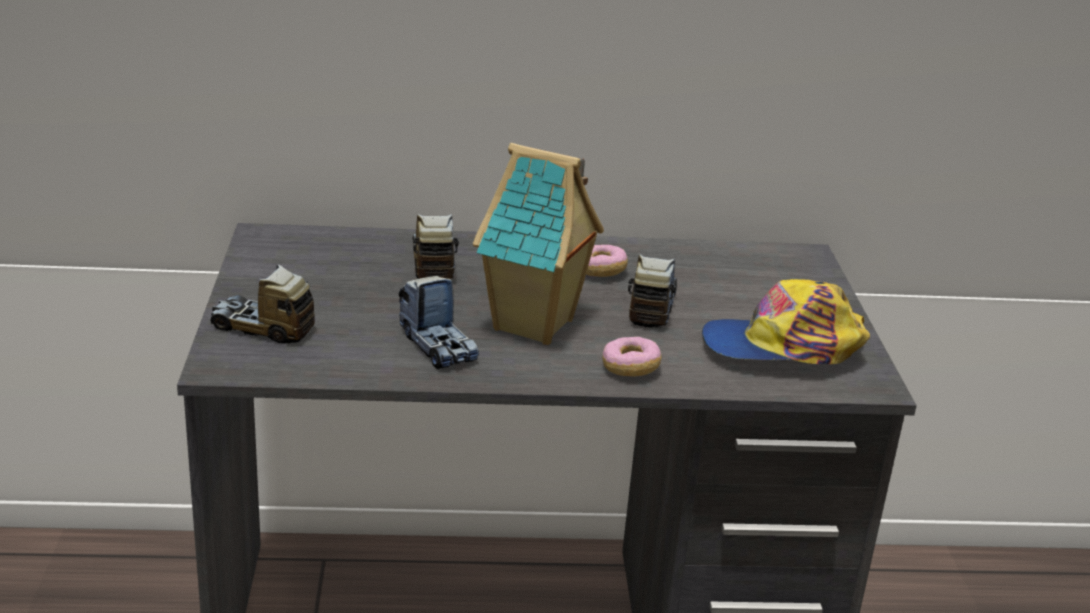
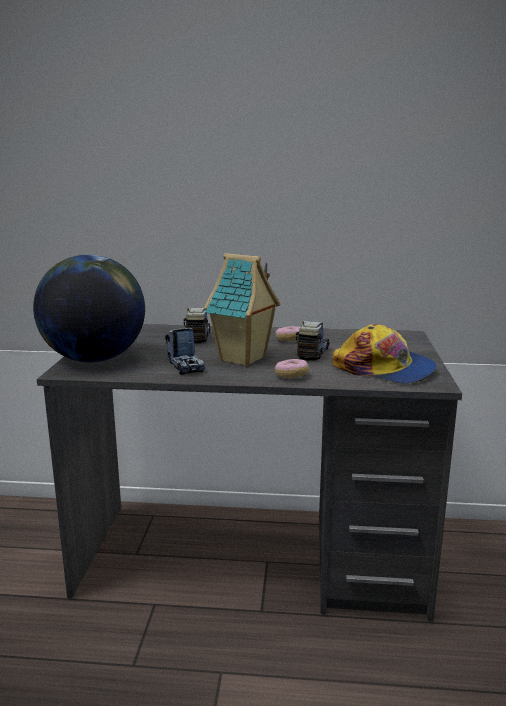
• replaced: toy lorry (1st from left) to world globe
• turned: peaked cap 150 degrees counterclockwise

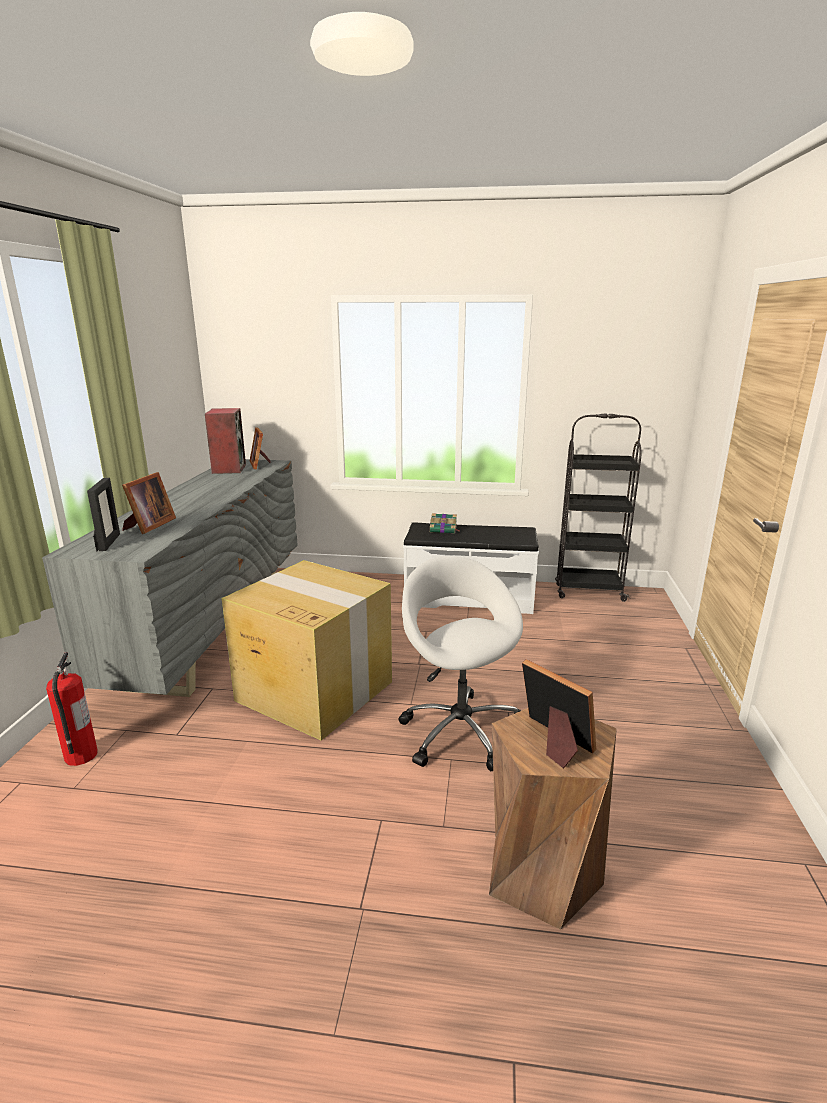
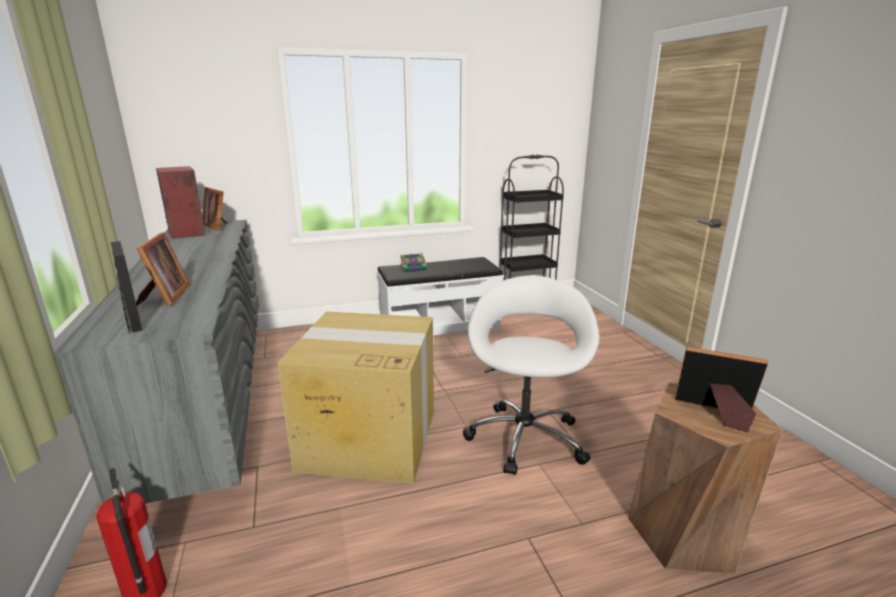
• turned: desk chair/white-coloured 75 degrees clockwise

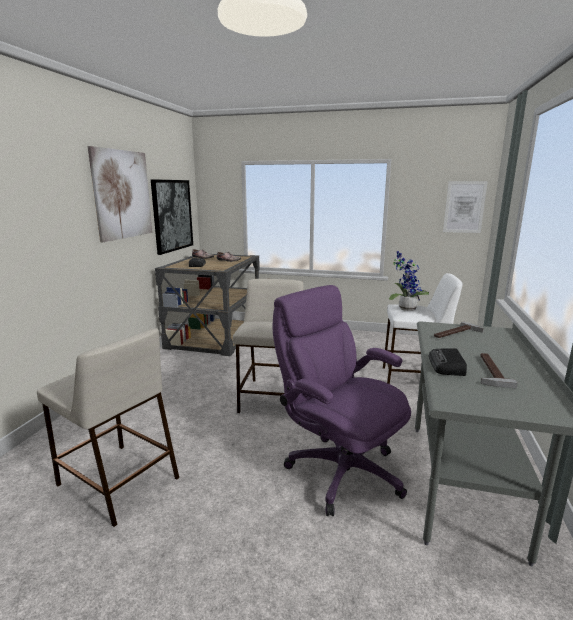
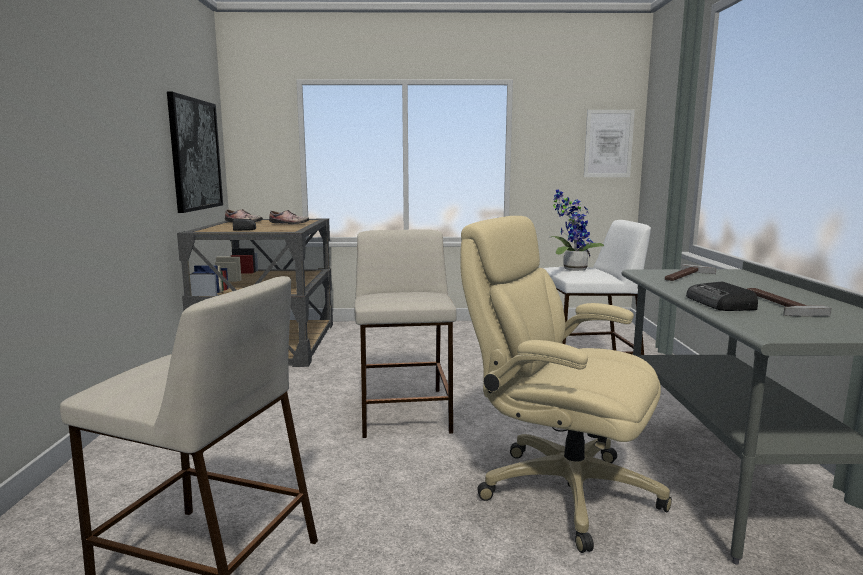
• recoloured: desk chair/purple-coloured to desk chair/beige-coloured
• removed: picture (1st from left)

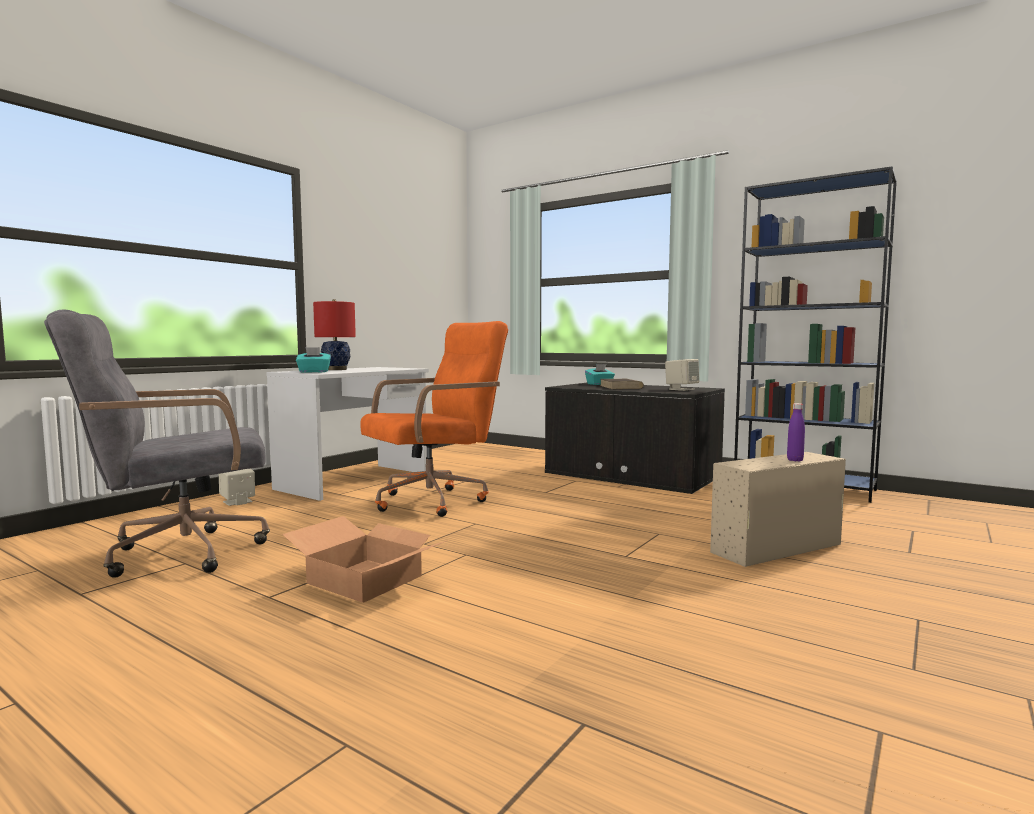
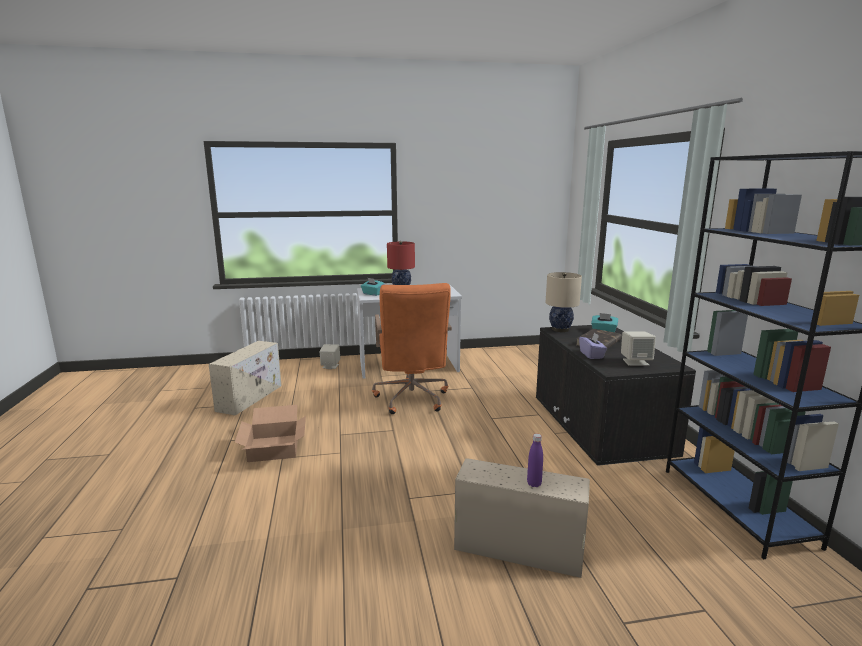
• replaced: desk chair/grey to storage bin/beige-coloured (1st from left)
• turned: desk chair/orangey 75 degrees clockwise
• added: lamp for a table/beige-coloured
• added: tissue box/purple-coloured

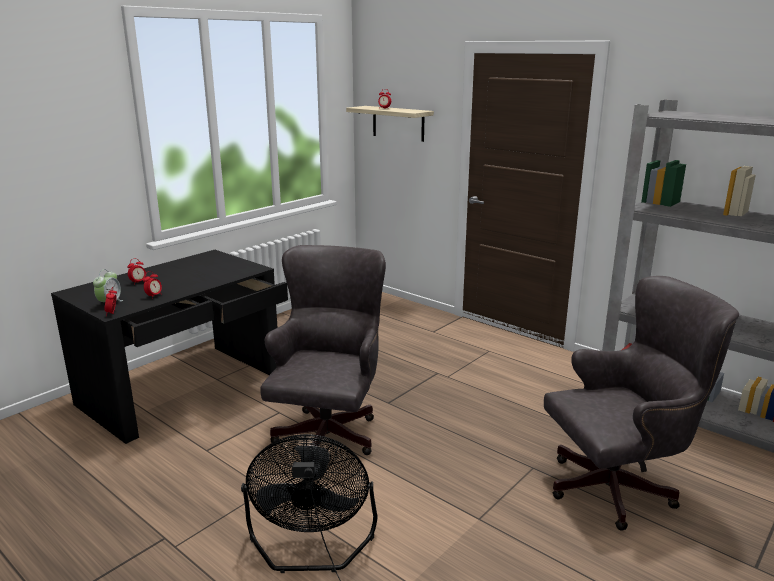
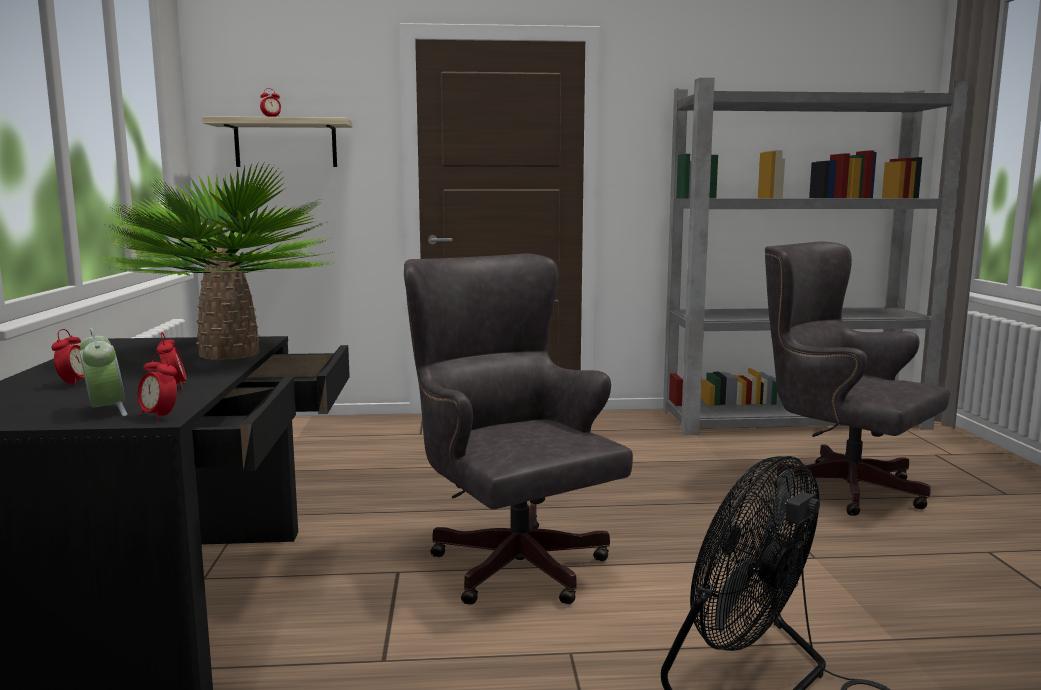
• added: plant in a pot
• turned: desk chair/grey (2nd from left) 75 degrees counterclockwise

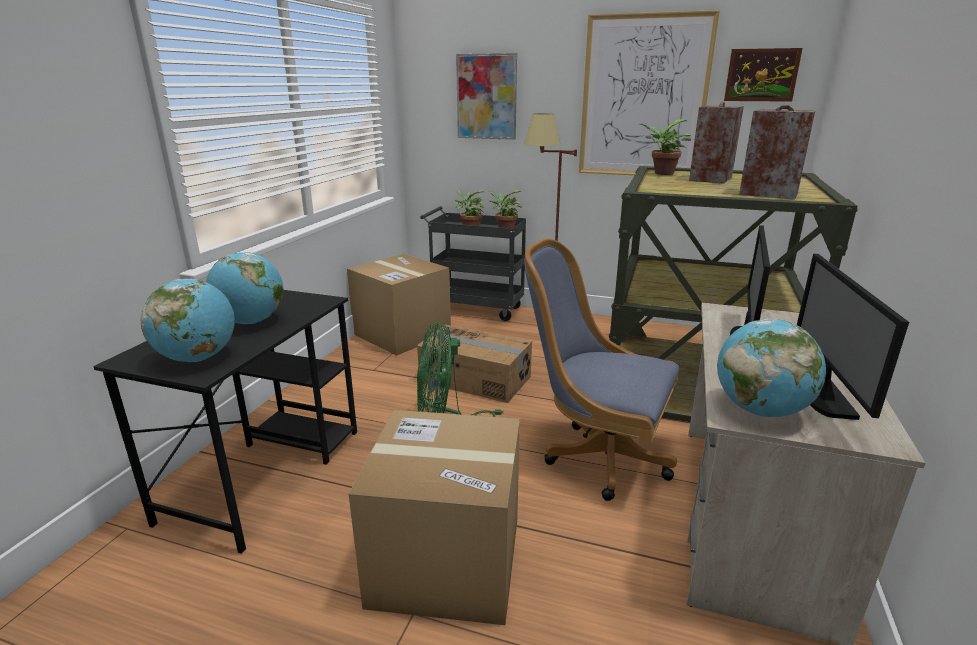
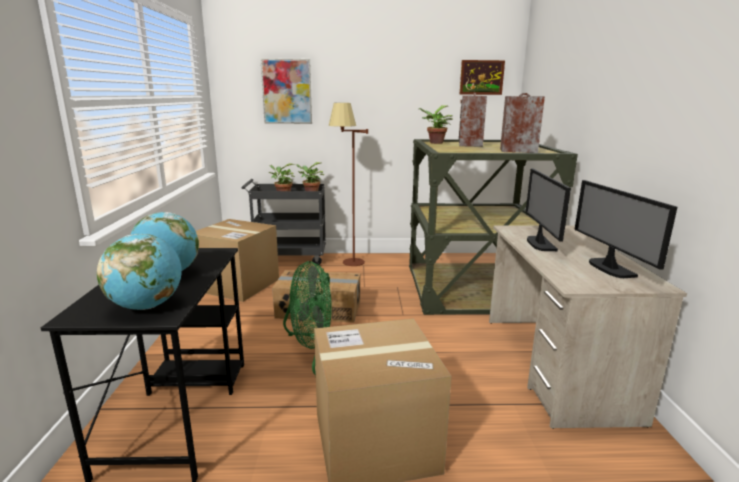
• removed: desk chair/blue
• removed: picture (2nd from left)
• removed: world globe (3rd from left)

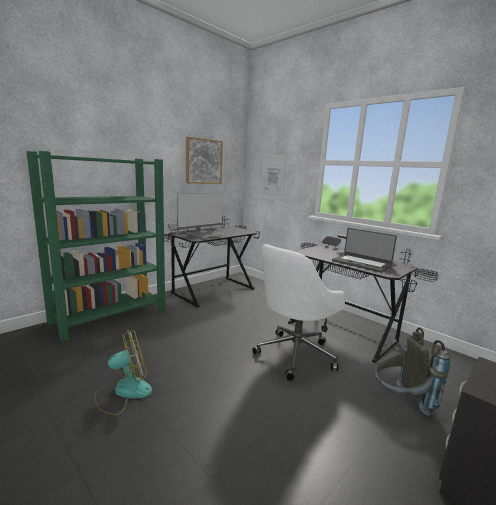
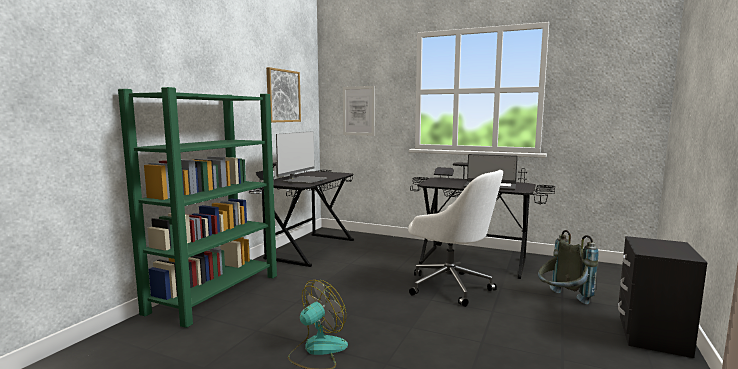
• turned: desk chair/white-coloured 75 degrees counterclockwise

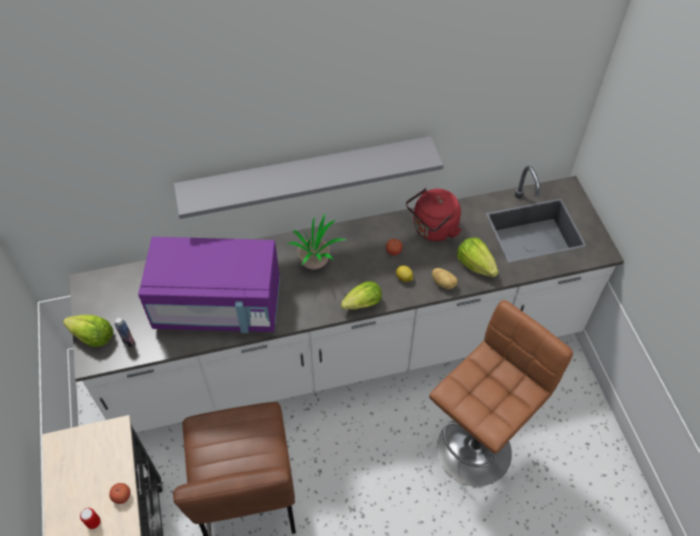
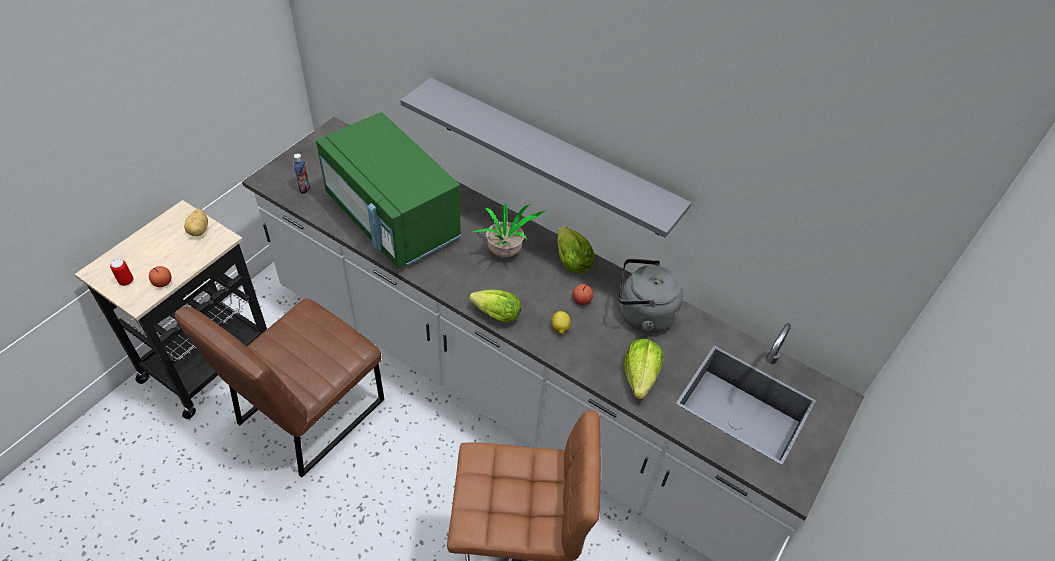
• moved: whole potato
• recoloured: kitchen microwave/purple-coloured to kitchen microwave/greenish
• moved: lettuce (1st from left in the first image) to lettuce (2nd from left)
• recoloured: tea kettle/red-coloured to tea kettle/grey

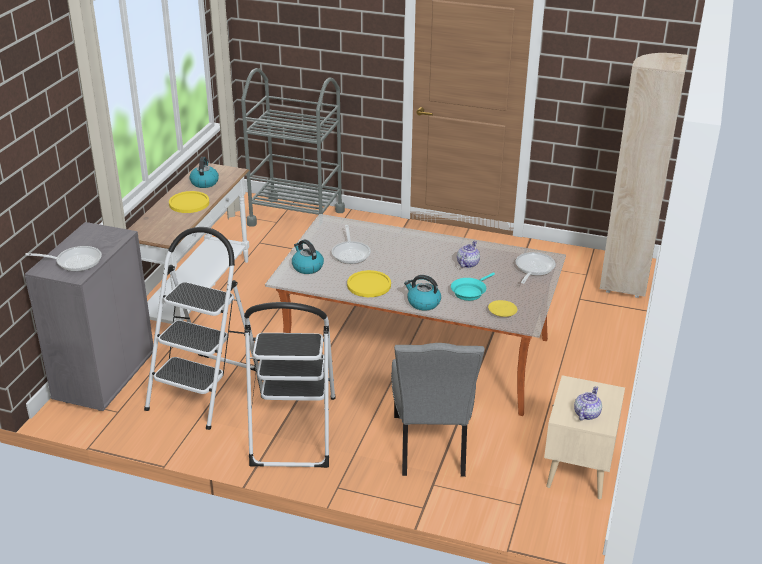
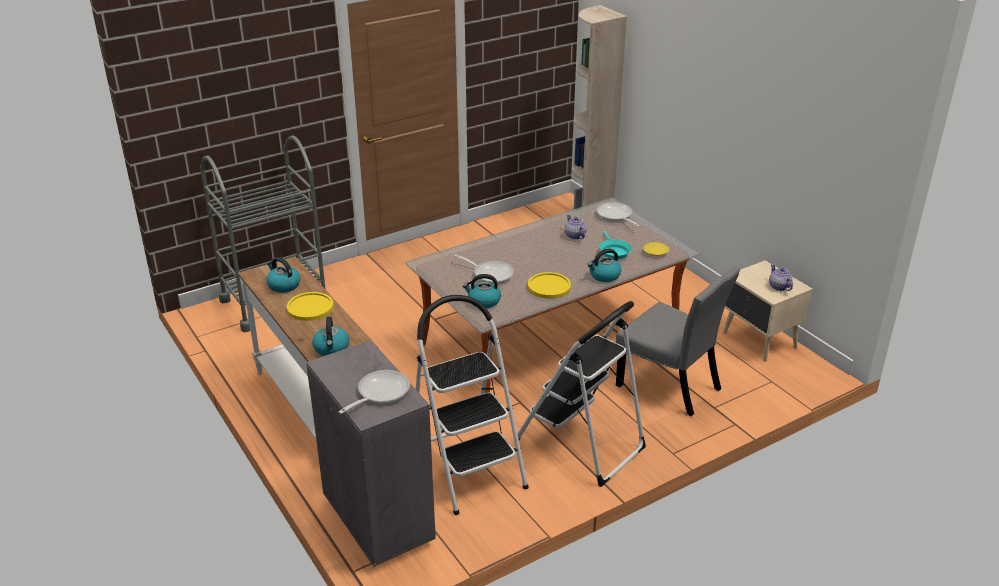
• added: tea kettle (2nd from left)

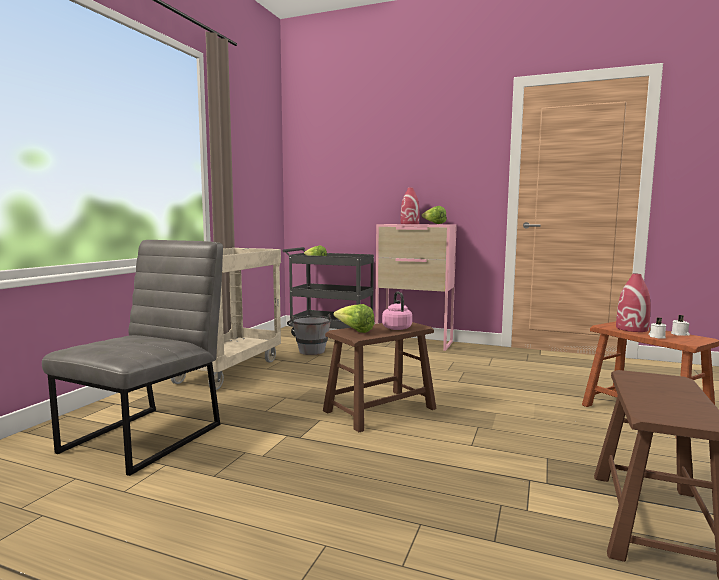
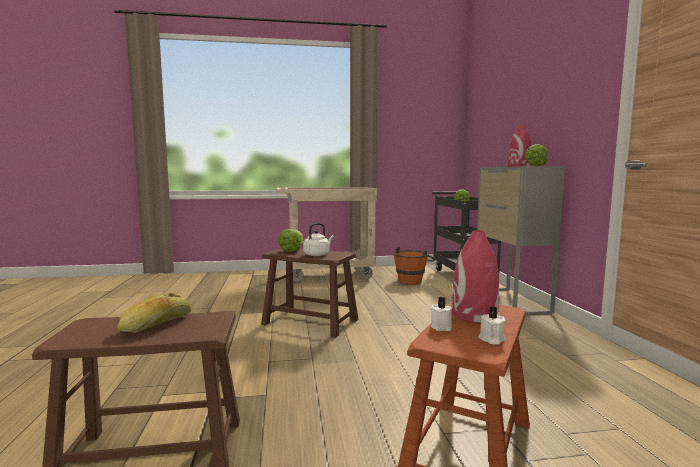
• added: bread
• recoloured: tea kettle/pink to tea kettle/white-coloured
• recoloured: water bucket/grey to water bucket/orangey
• recoloured: storage cabinet/pink to storage cabinet/grey
• removed: plain chair/grey

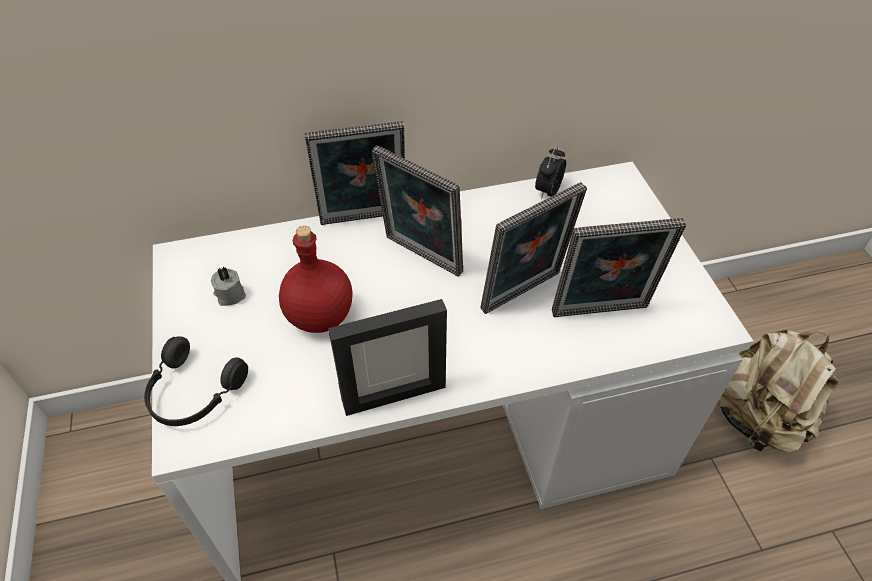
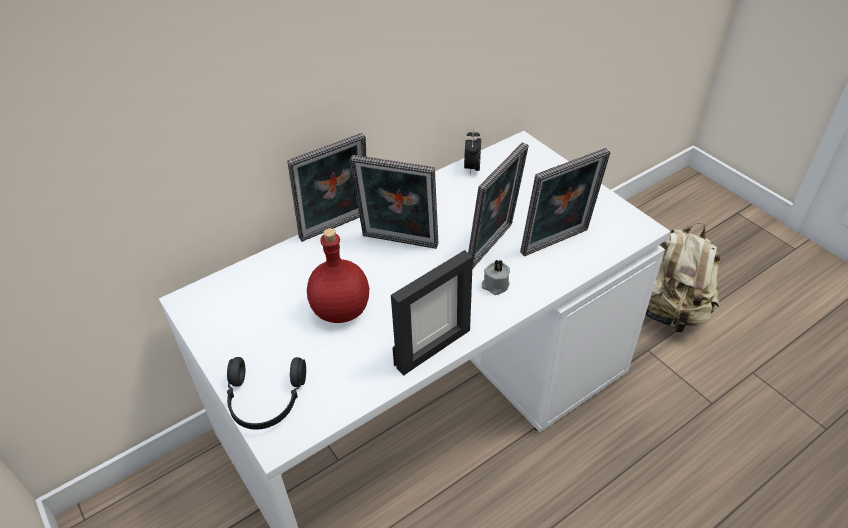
• moved: wax candle/grey

